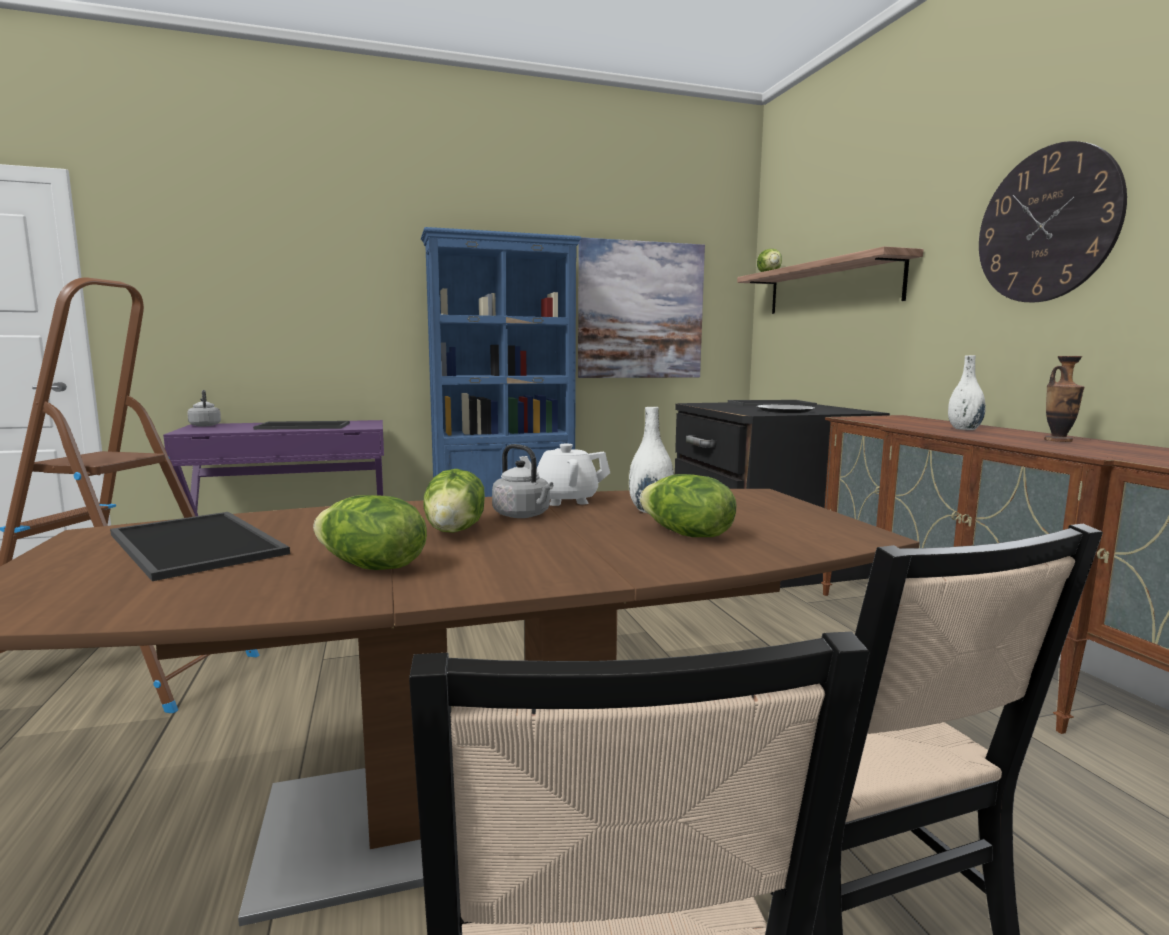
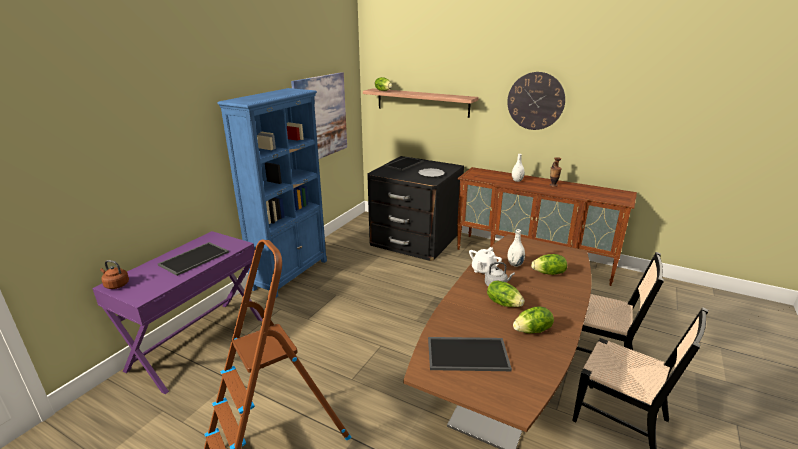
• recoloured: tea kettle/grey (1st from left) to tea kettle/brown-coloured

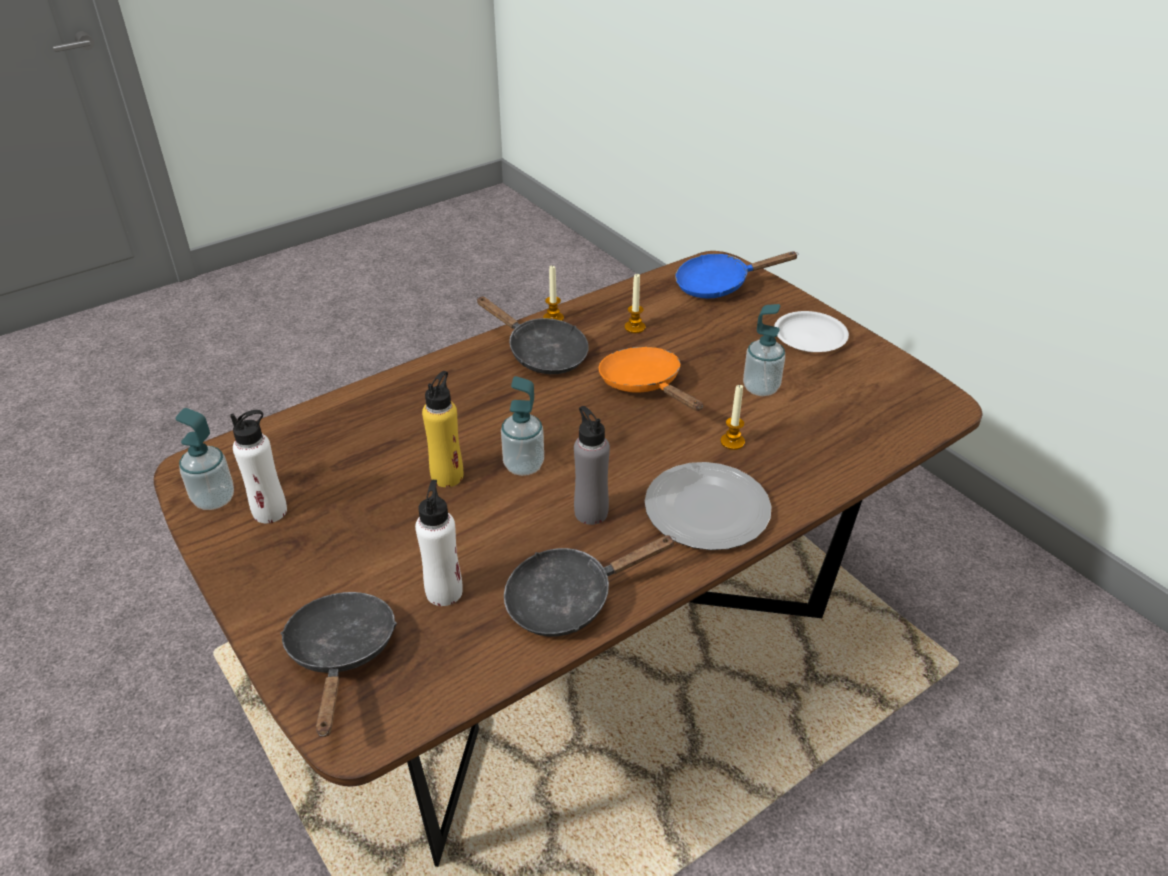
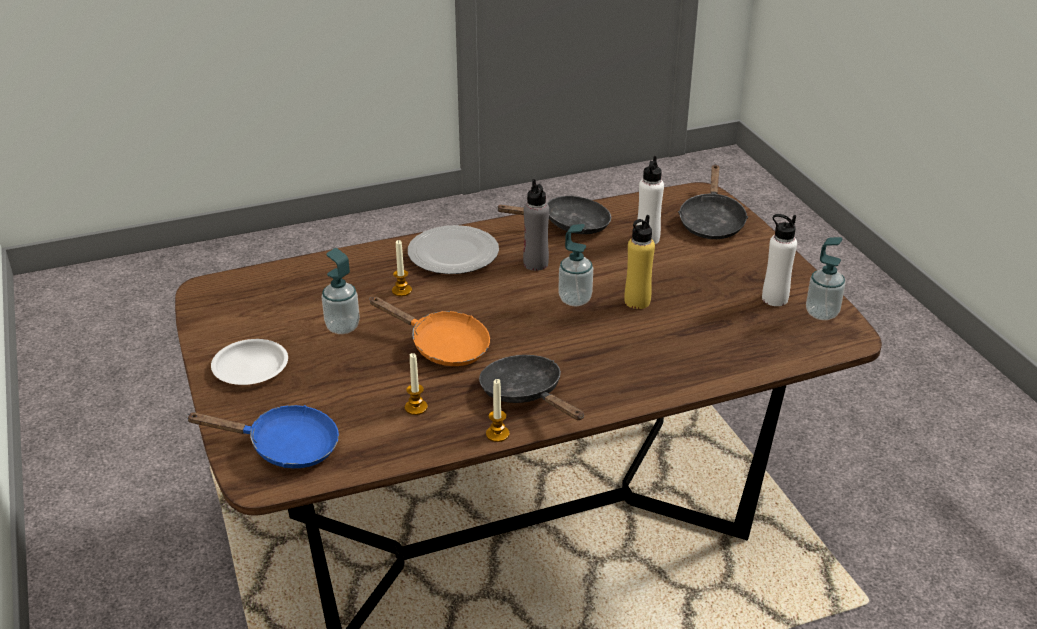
• turned: frying pan/orangey 45 degrees counterclockwise

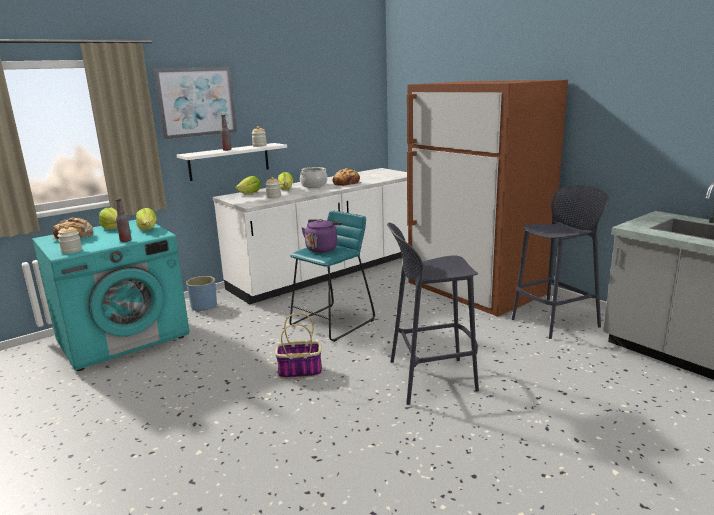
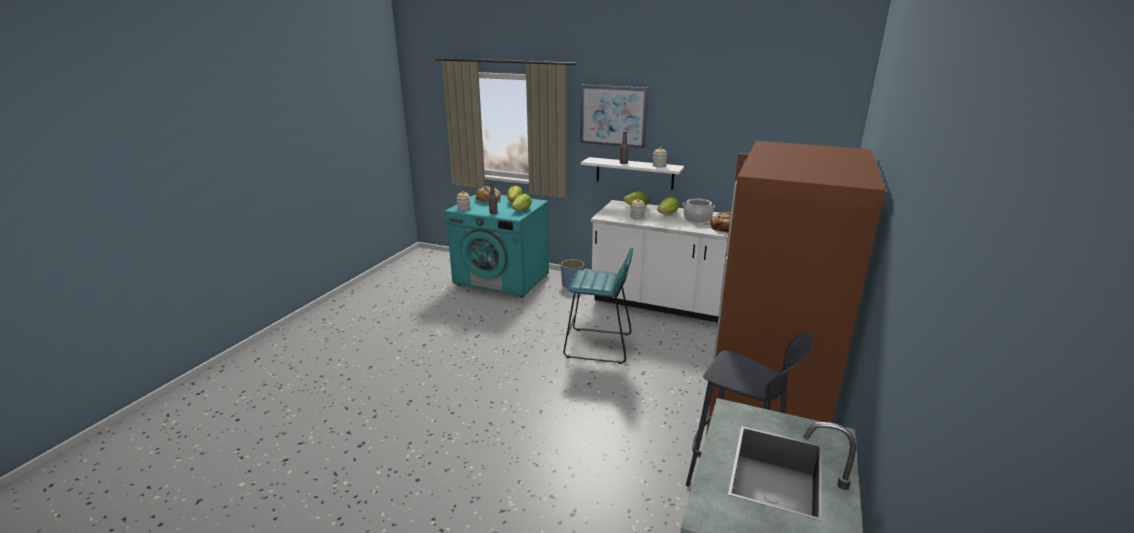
• removed: household basket
• removed: tea kettle/purple-coloured
• removed: stool/grey (1st from left)

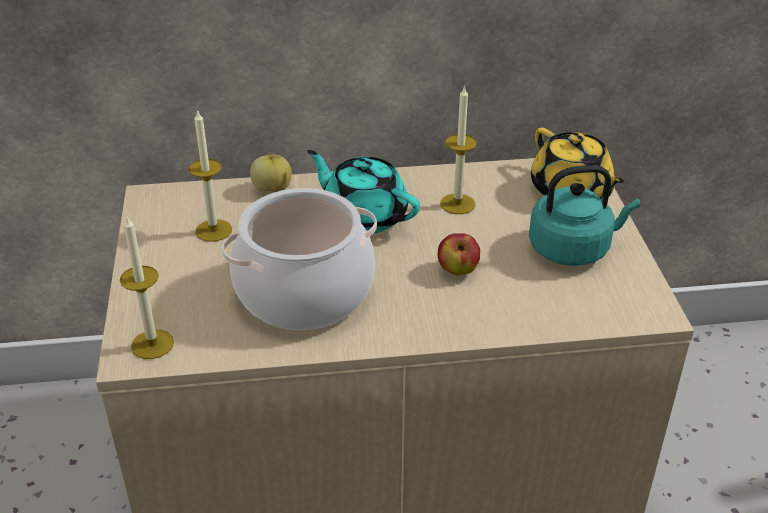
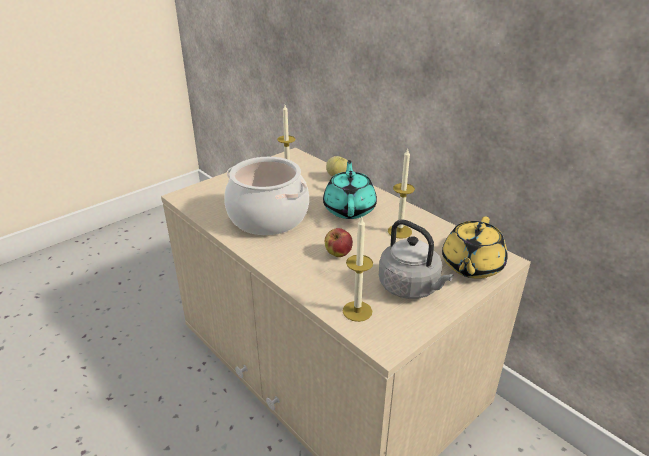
• moved: wax candle (1st from left in the first image) to wax candle (2nd from left)
• recoloured: tea kettle/blue-green to tea kettle/grey

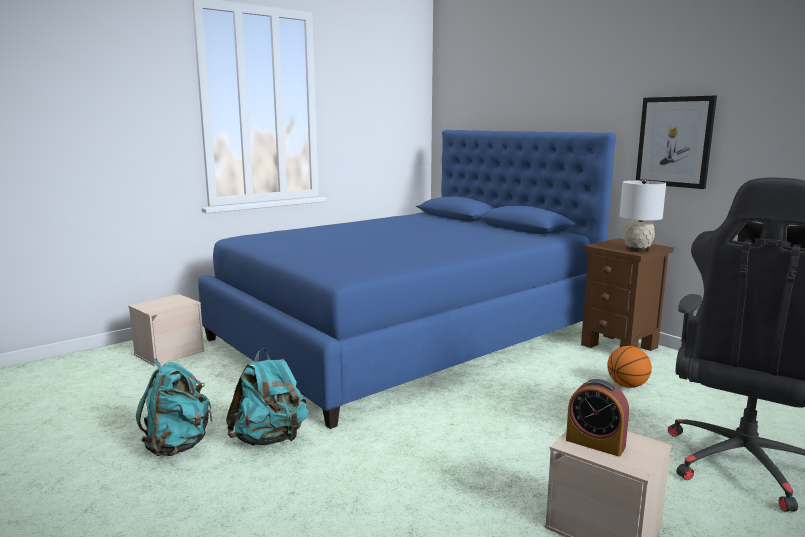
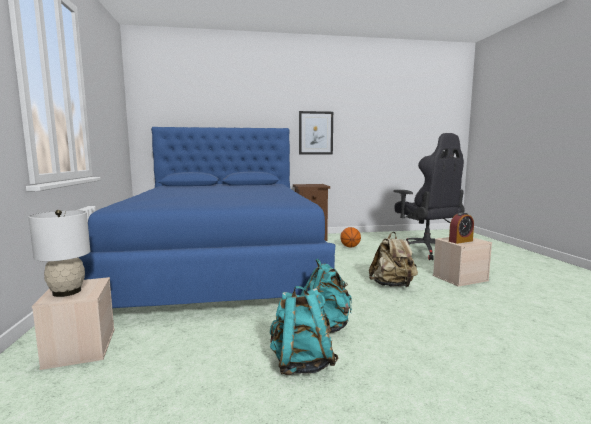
• moved: lamp for a table/white-coloured
• added: rucksack/beige-coloured

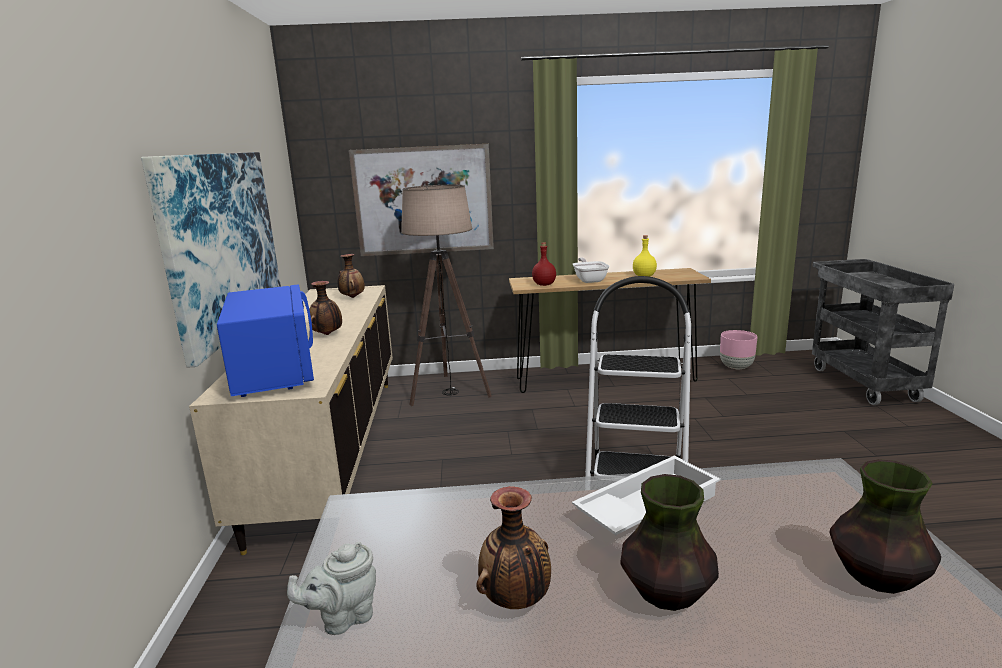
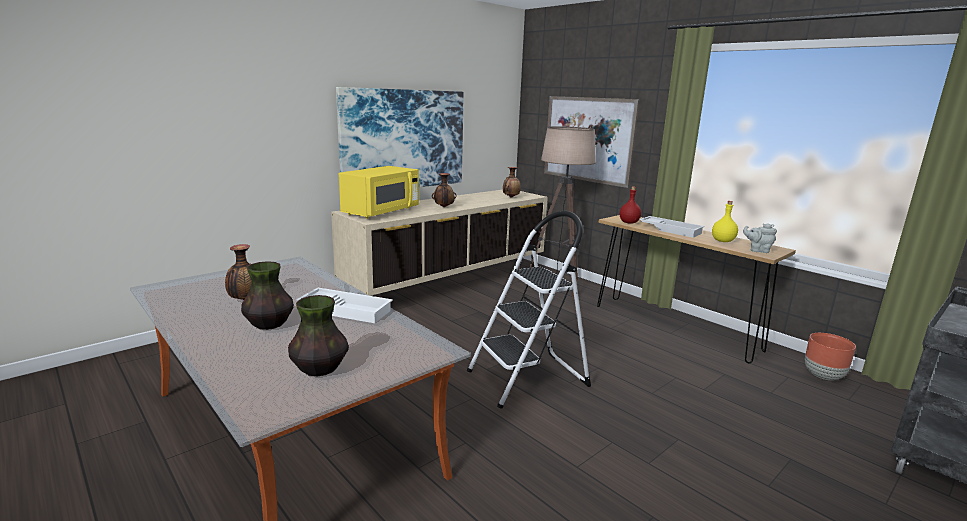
• recoloured: kitchen microwave/blue to kitchen microwave/yellow-coloured
• replaced: frying pan to serving tray/white-coloured (2nd from left)
• moved: pot for tea/grey
• recoloured: planter/pink to planter/brown-coloured

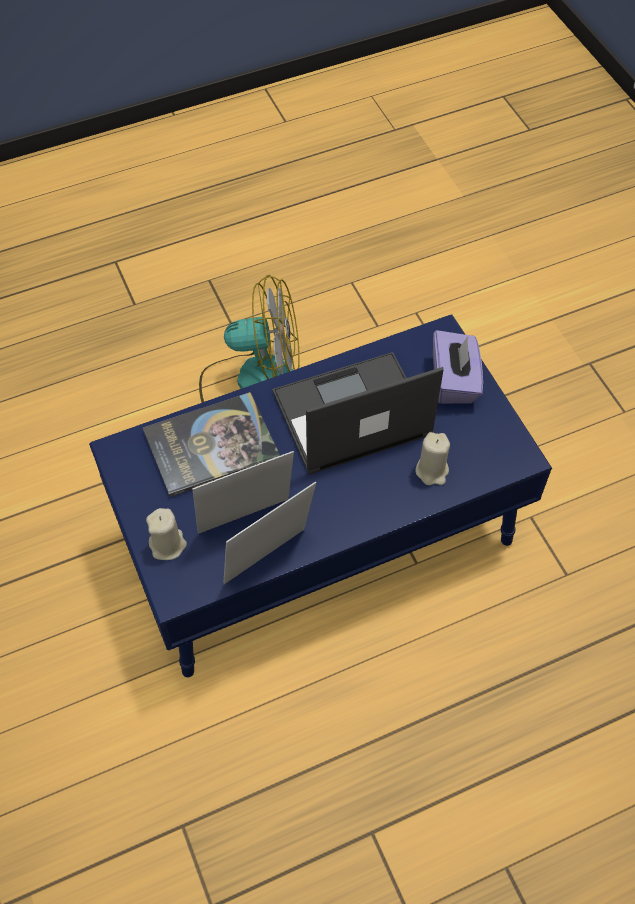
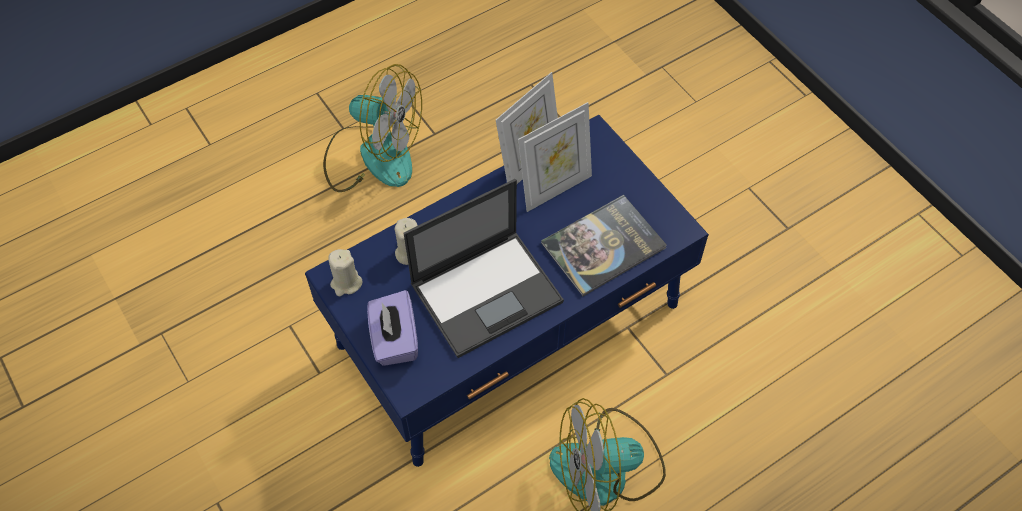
• added: fan (1st from left)
• moved: wax candle/beige-coloured (1st from left)

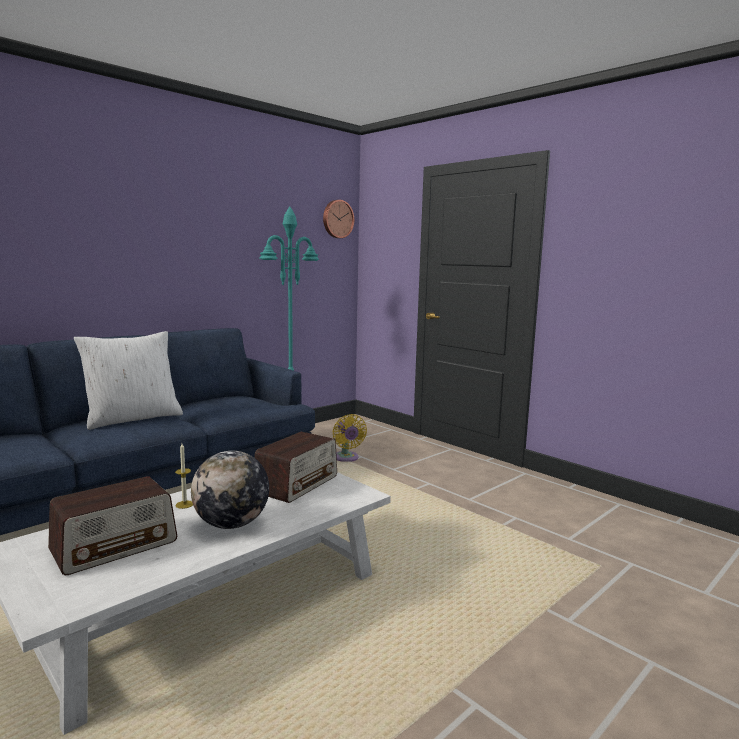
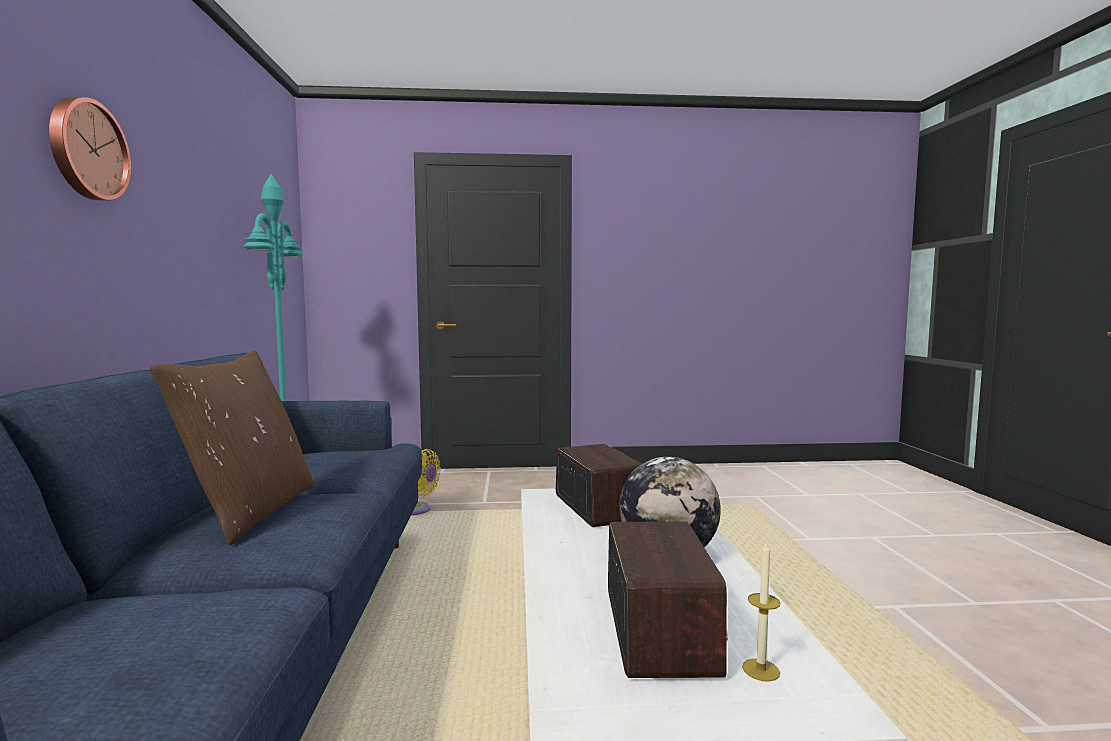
• moved: clock on the wall
• recoloured: pillow/white-coloured to pillow/brown-coloured
• moved: wax candle

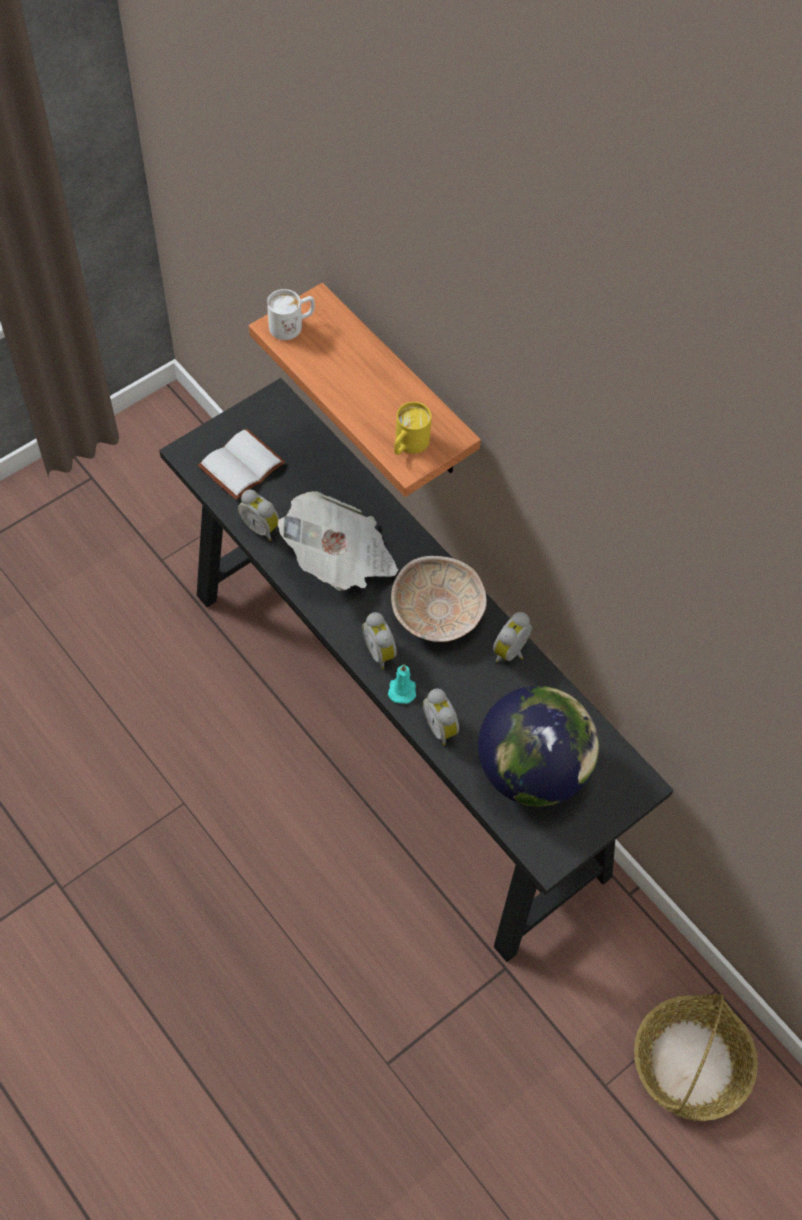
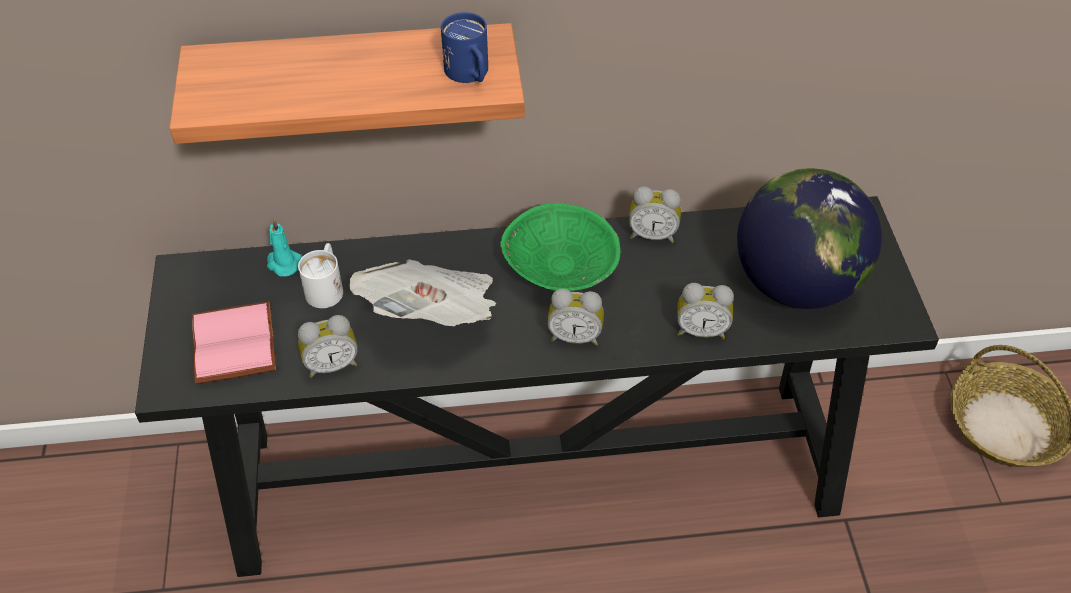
• recoloured: volume/white-coloured to volume/pink
• moved: wax candle/blue-green
• moved: tea mug/white-coloured
• recoloured: tea mug/yellow-coloured to tea mug/blue
• recoloured: serving bowl/beige-coloured to serving bowl/greenish
• turned: alarm clock (4th from left in the first image) 60 degrees counterclockwise

